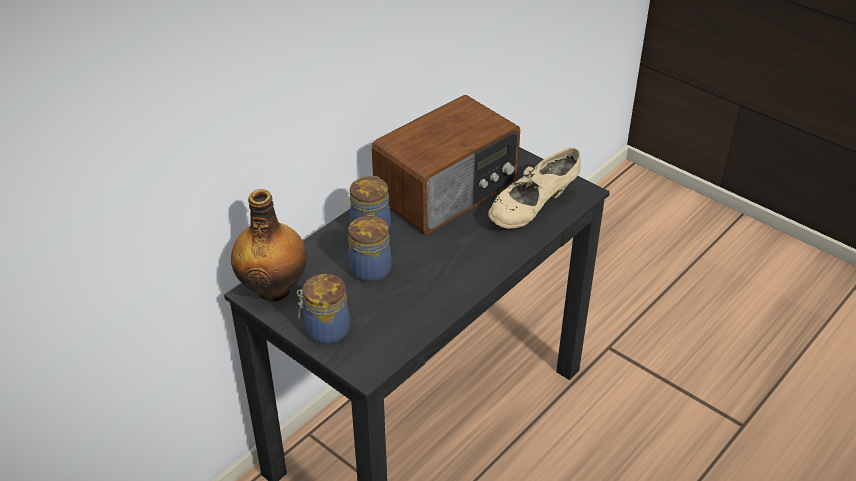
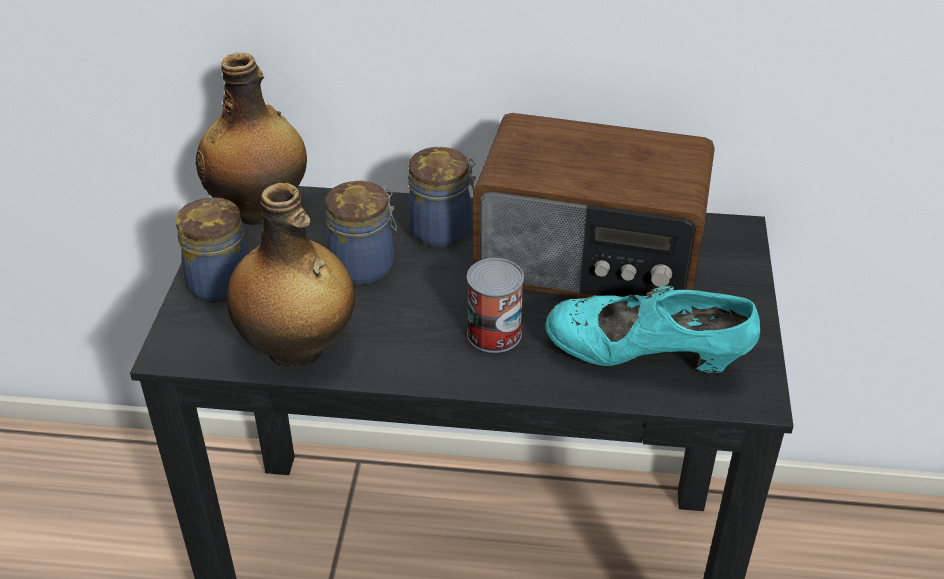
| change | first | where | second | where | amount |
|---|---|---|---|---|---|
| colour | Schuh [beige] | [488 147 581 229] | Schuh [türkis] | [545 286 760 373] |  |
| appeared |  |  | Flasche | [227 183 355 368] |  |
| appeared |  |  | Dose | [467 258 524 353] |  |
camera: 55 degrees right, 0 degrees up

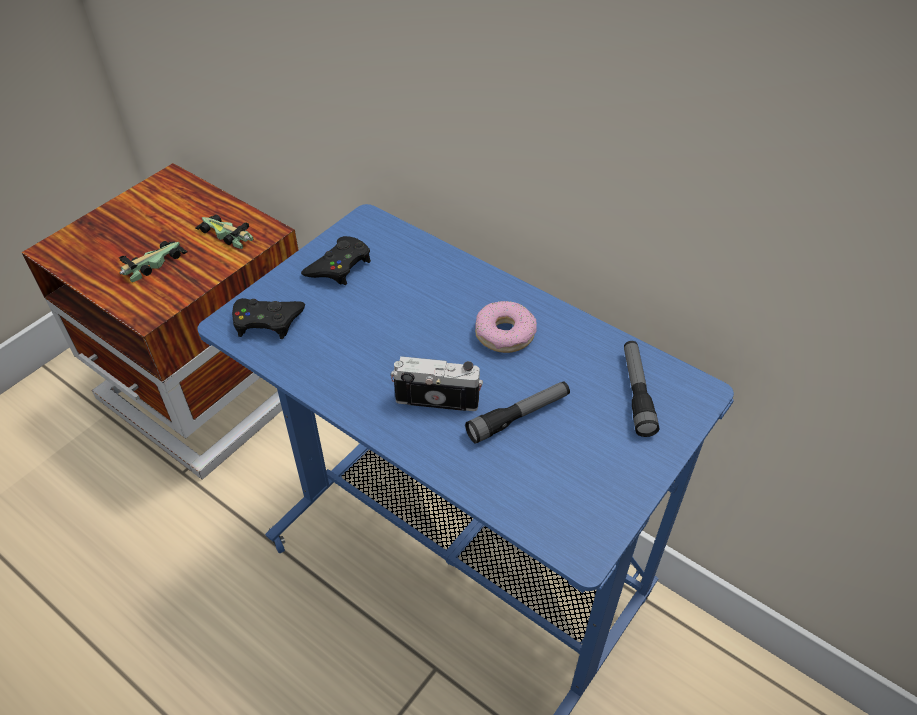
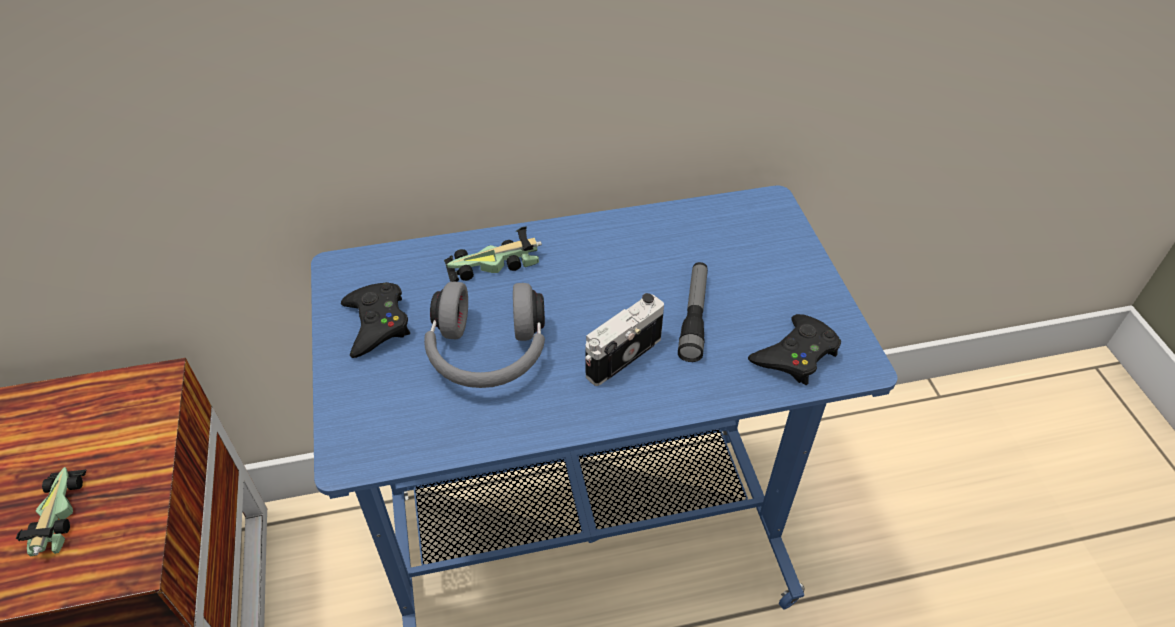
| change | first | where | second | where | amount |
|---|---|---|---|---|---|
| relocated | Spielzeugauto | [195 214 254 249] |  | [444 226 542 282] |  |
| relocated | Gamepad [schwarz] | [232 298 305 339] |  | [748 314 841 385] |  |
| missing | Donut | [475 301 537 353] |  |  |  |
| missing | Taschenlampe | [624 341 659 437] |  |  |  |
| appeared |  |  | Kopfhörer [grau] | [424 282 545 388] |  |
camera: 50 degrees left, 0 degrees up

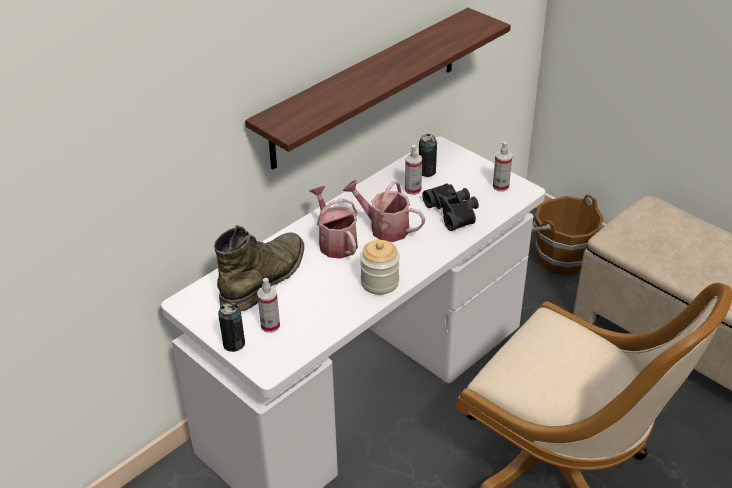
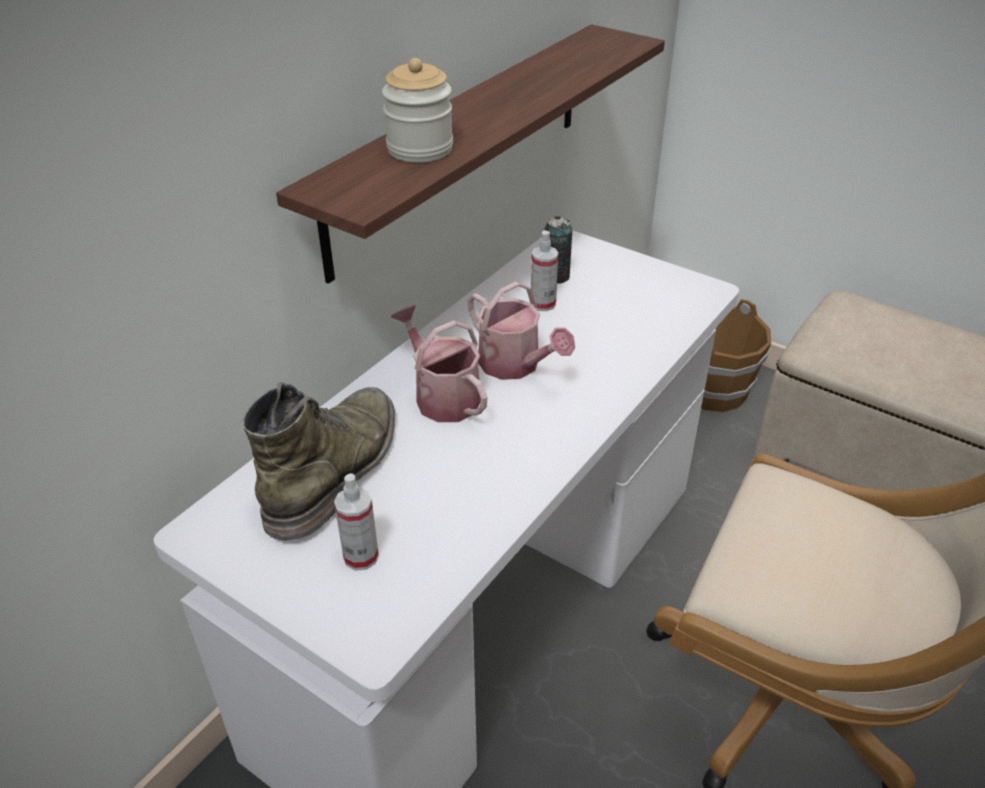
| change | first | where | second | where | amount |
|---|---|---|---|---|---|
| missing | Sprühflasche | [493 141 512 191] |  |  |  |
| spun | Gießkanne | [343 180 425 242] |  | [467 281 575 380] | 150 degrees counterclockwise |
| missing | Fernglas [schwarz] | [422 183 479 231] |  |  |  |
| relocated | Vorratsglas | [360 240 400 295] |  | [382 58 453 163] |  |
| missing | Dose | [218 302 245 352] |  |  |  |
camera: 10 degrees left, 0 degrees up

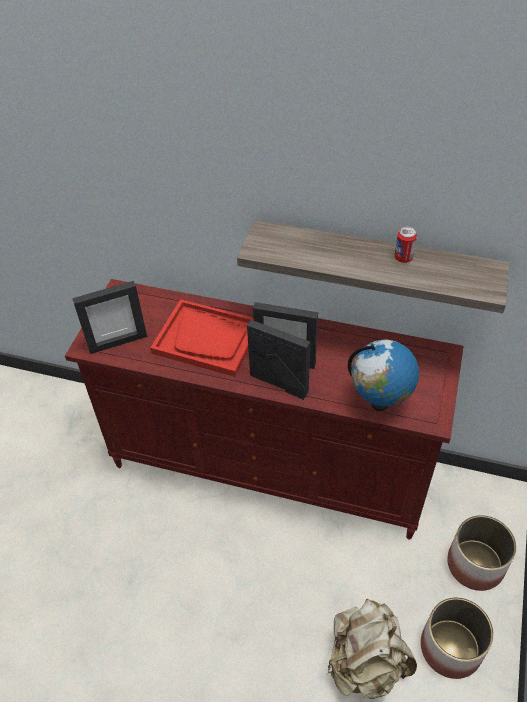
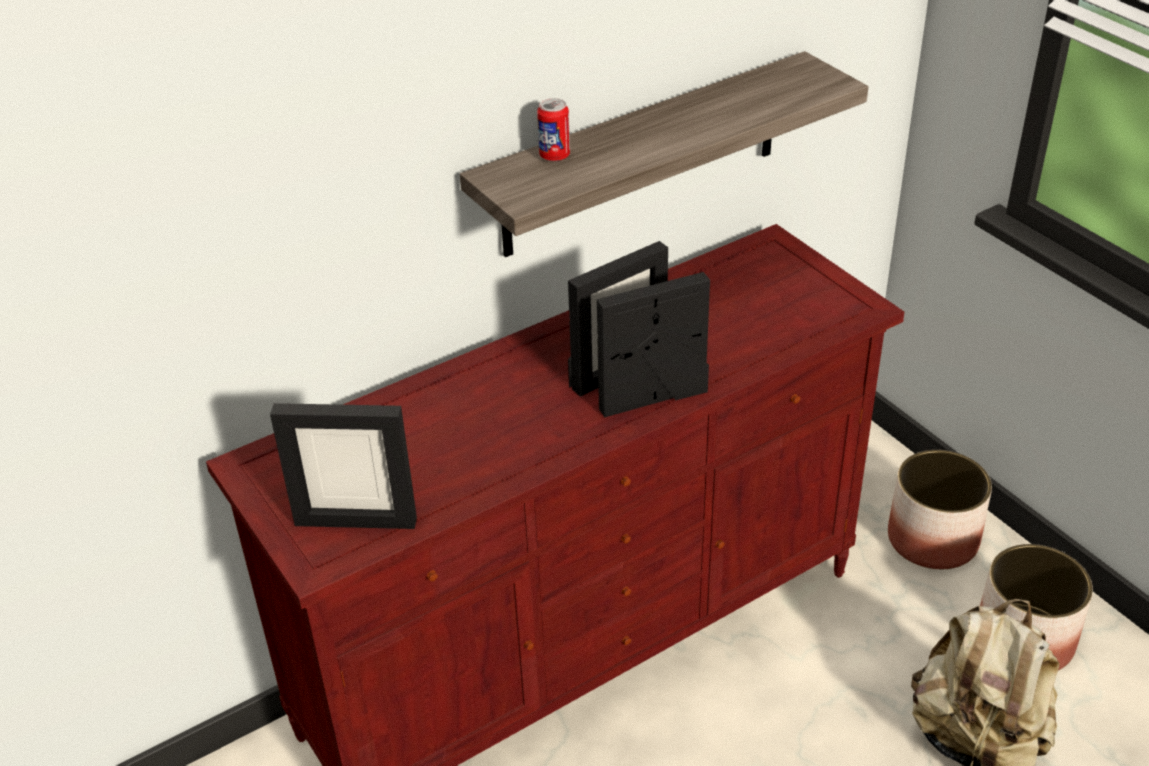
| change | first | where | second | where | amount |
|---|---|---|---|---|---|
| relocated | Dose | [395 227 417 263] |  | [537 98 570 162] |  |
| spun | Bilderrahmen | [72 281 147 354] |  | [270 403 417 529] | 75 degrees clockwise |
| missing | Tablett [rot] | [150 299 253 377] |  |  |  |
| missing | Globus | [348 340 419 411] |  |  |  |
camera: 50 degrees left, 10 degrees down

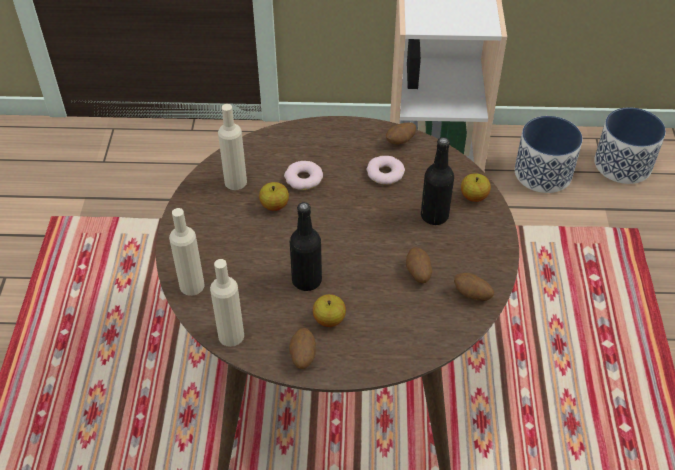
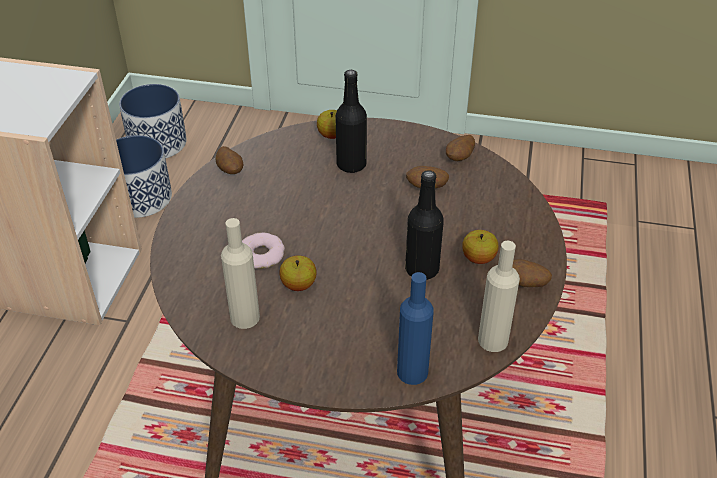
| change | first | where | second | where | amount |
|---|---|---|---|---|---|
| missing | Donut | [366 156 405 185] |  |  |  |
| colour | Flasche [beige] | [169 208 205 296] | Flasche [blau] | [397 272 434 385] |  |
camera: 80 degrees left, 5 degrees down

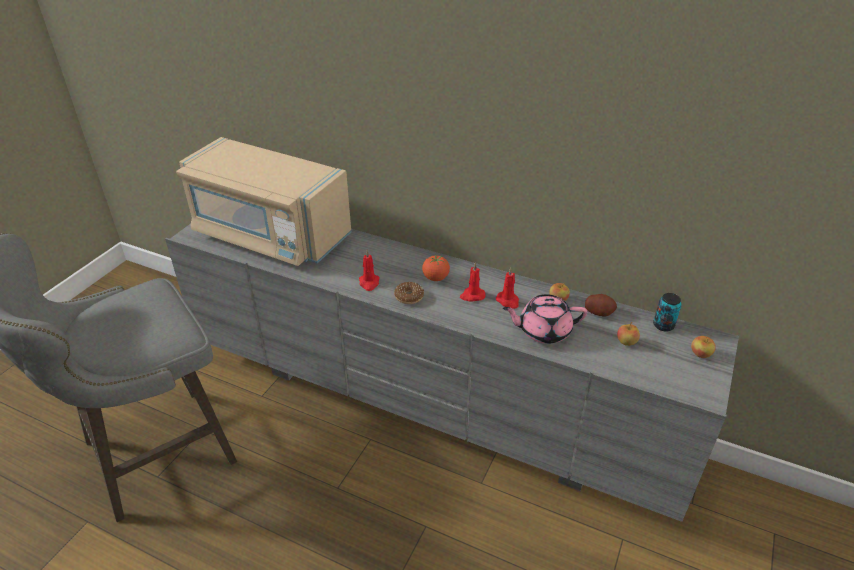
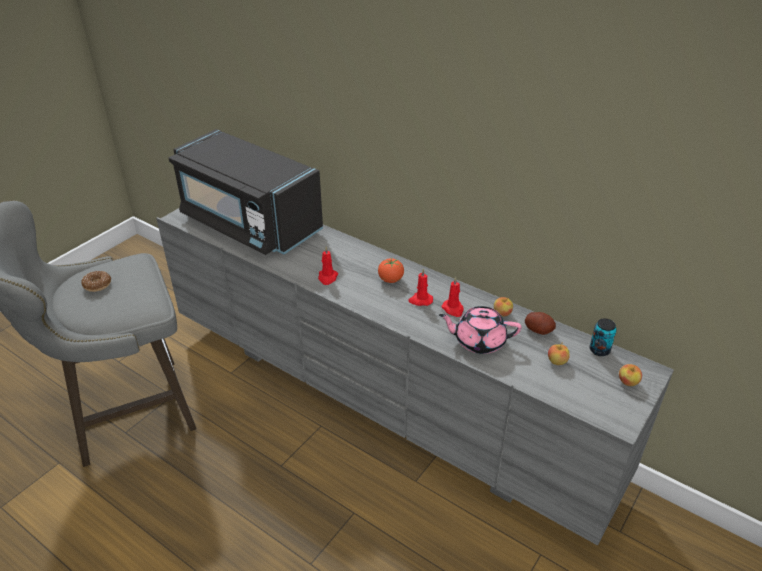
| change | first | where | second | where | amount |
|---|---|---|---|---|---|
| colour | Mikrowelle [beige] | [176 137 351 266] | Mikrowelle [schwarz] | [169 129 323 255] |  |
| relocated | Donut | [394 282 424 304] |  | [81 271 111 292] |  |
camera: 10 degrees right, 0 degrees up

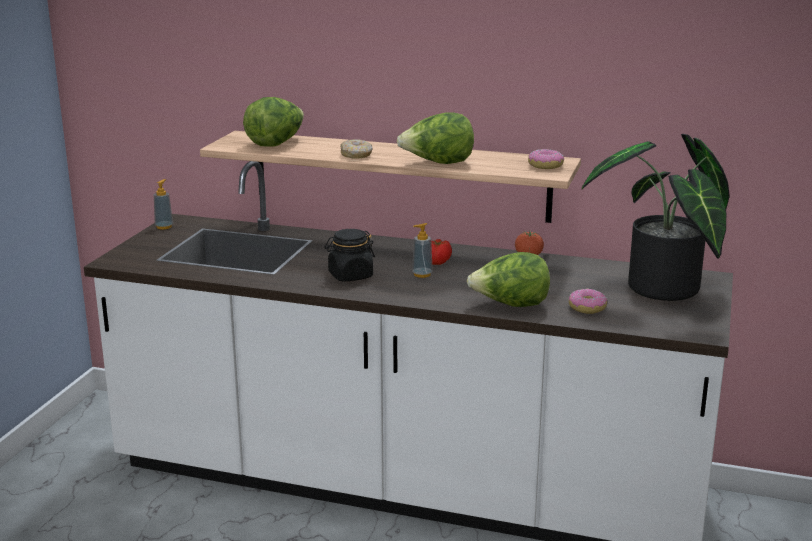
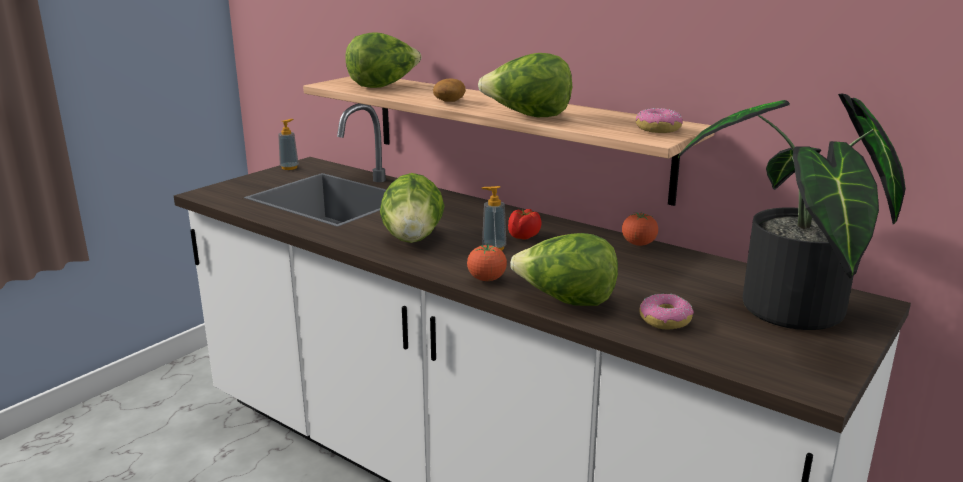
| change | first | where | second | where | amount |
|---|---|---|---|---|---|
| exchanged | Donut | [340 139 373 159] | Kartoffel | [433 78 466 102] |  |
| exchanged | Vorratsglas [schwarz] | [325 229 375 282] | Salatkopf | [380 173 444 243] |  |
| appeared |  |  | Tomate | [467 244 507 281] |  |
camera: 20 degrees right, 0 degrees up

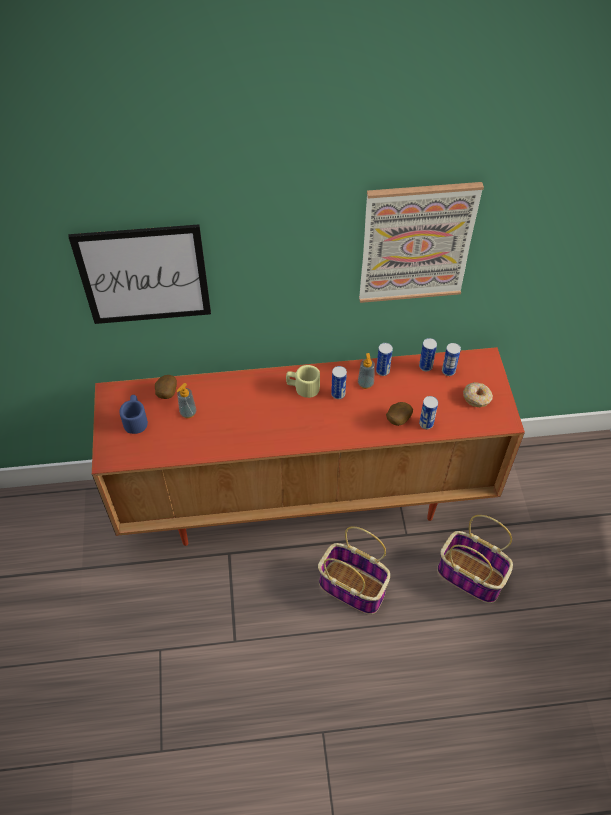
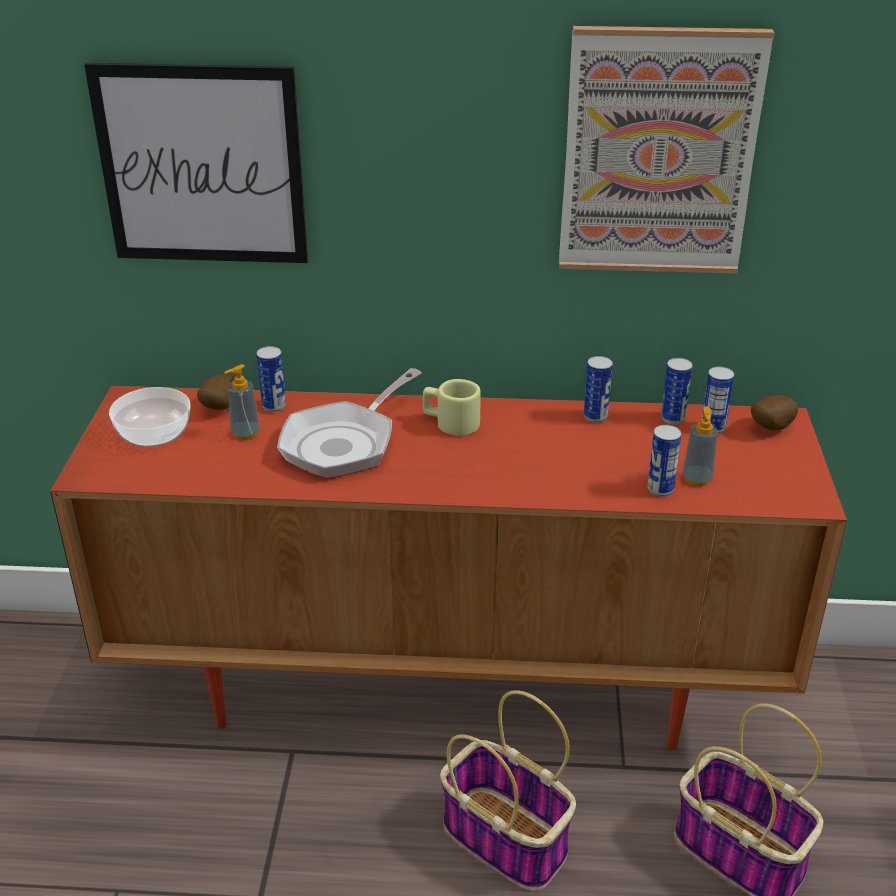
| change | first | where | second | where | amount |
|---|---|---|---|---|---|
| relocated | Seifenspender | [358 353 375 389] |  | [682 406 718 486] |  |
| relocated | Dose | [331 366 347 399] |  | [257 346 286 412] |  |
| missing | Donut | [463 382 493 407] |  |  |  |
| exchanged | Henkelbecher [blau] | [119 395 148 434] | Schüssel | [109 387 190 447] |  |
| relocated | Kartoffel | [386 402 413 426] |  | [751 395 798 430] |  |
| appeared |  |  | Pfanne | [277 368 422 478] |  |
camera: 10 degrees right, 20 degrees down

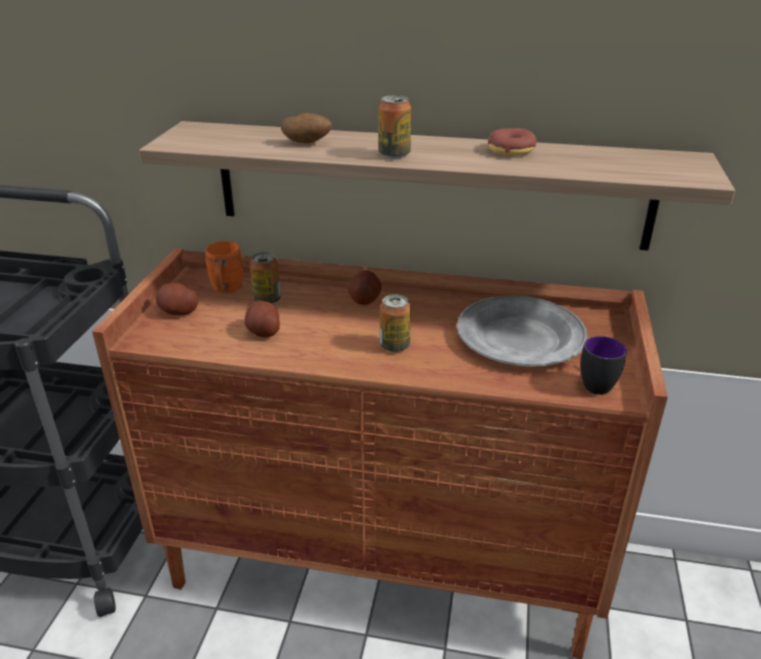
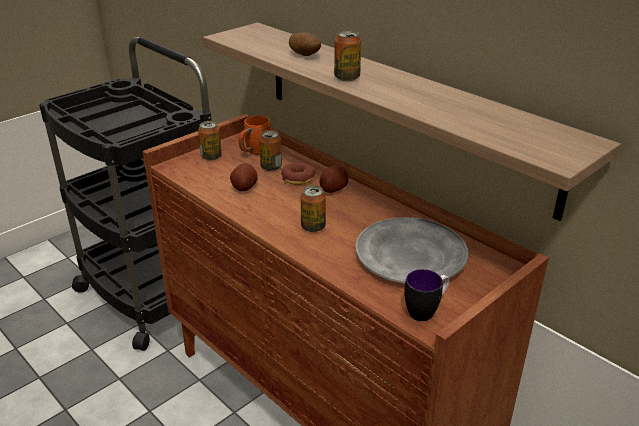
| change | first | where | second | where | amount |
|---|---|---|---|---|---|
| relocated | Donut | [488 128 537 156] |  | [281 162 315 185] |  |
| exchanged | Kartoffel | [156 283 198 316] | Dose | [198 121 222 161] |  |
camera: 35 degrees right, 0 degrees up

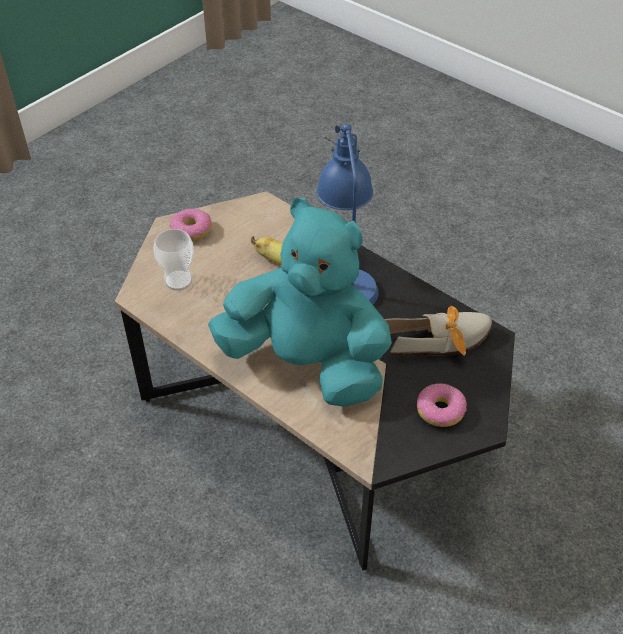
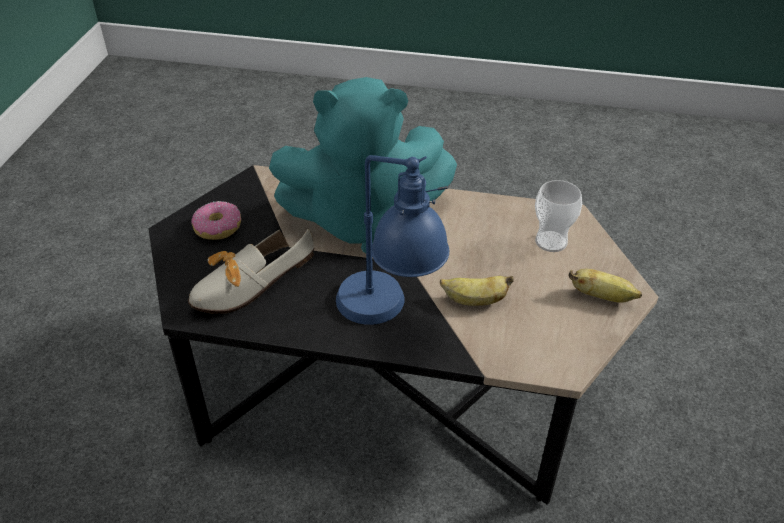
| change | first | where | second | where | amount |
|---|---|---|---|---|---|
| exchanged | Donut | [169 209 212 241] | Banane | [569 269 642 303] |  |
camera: 150 degrees right, 5 degrees down

